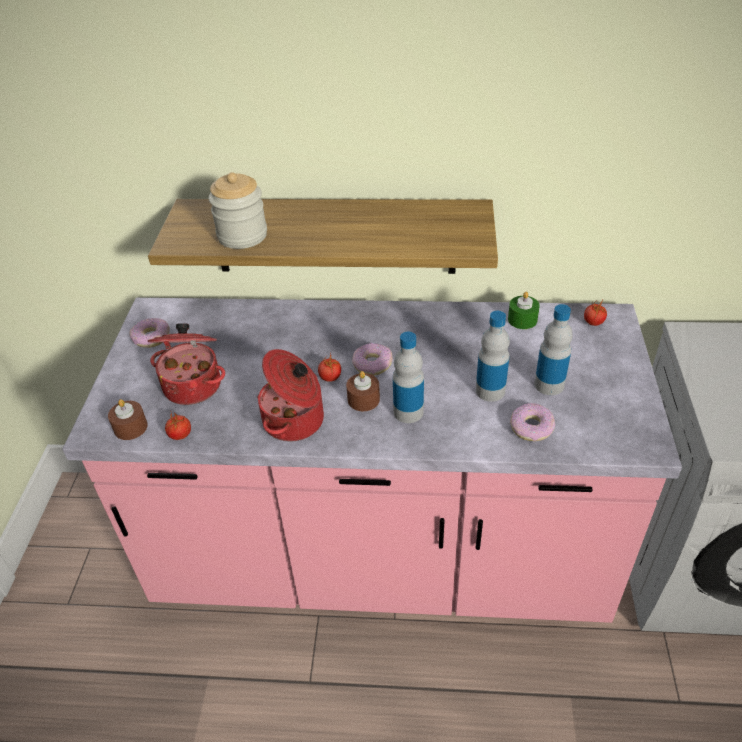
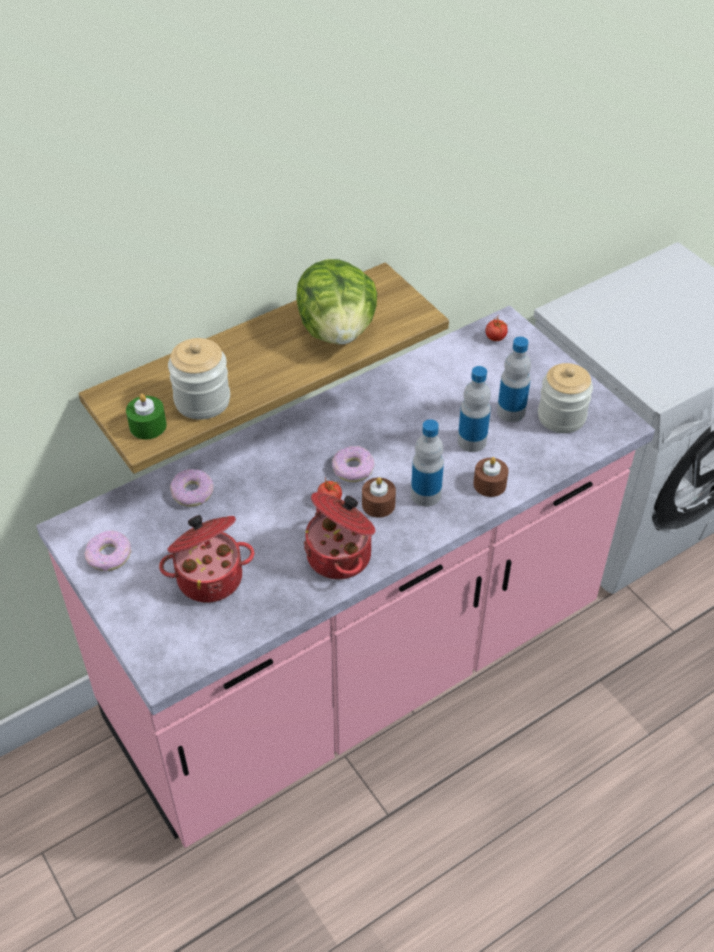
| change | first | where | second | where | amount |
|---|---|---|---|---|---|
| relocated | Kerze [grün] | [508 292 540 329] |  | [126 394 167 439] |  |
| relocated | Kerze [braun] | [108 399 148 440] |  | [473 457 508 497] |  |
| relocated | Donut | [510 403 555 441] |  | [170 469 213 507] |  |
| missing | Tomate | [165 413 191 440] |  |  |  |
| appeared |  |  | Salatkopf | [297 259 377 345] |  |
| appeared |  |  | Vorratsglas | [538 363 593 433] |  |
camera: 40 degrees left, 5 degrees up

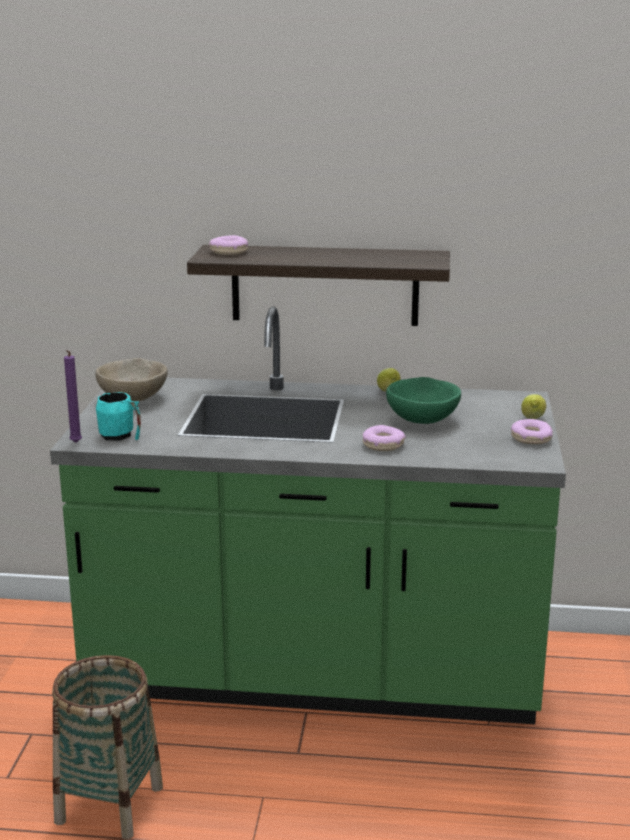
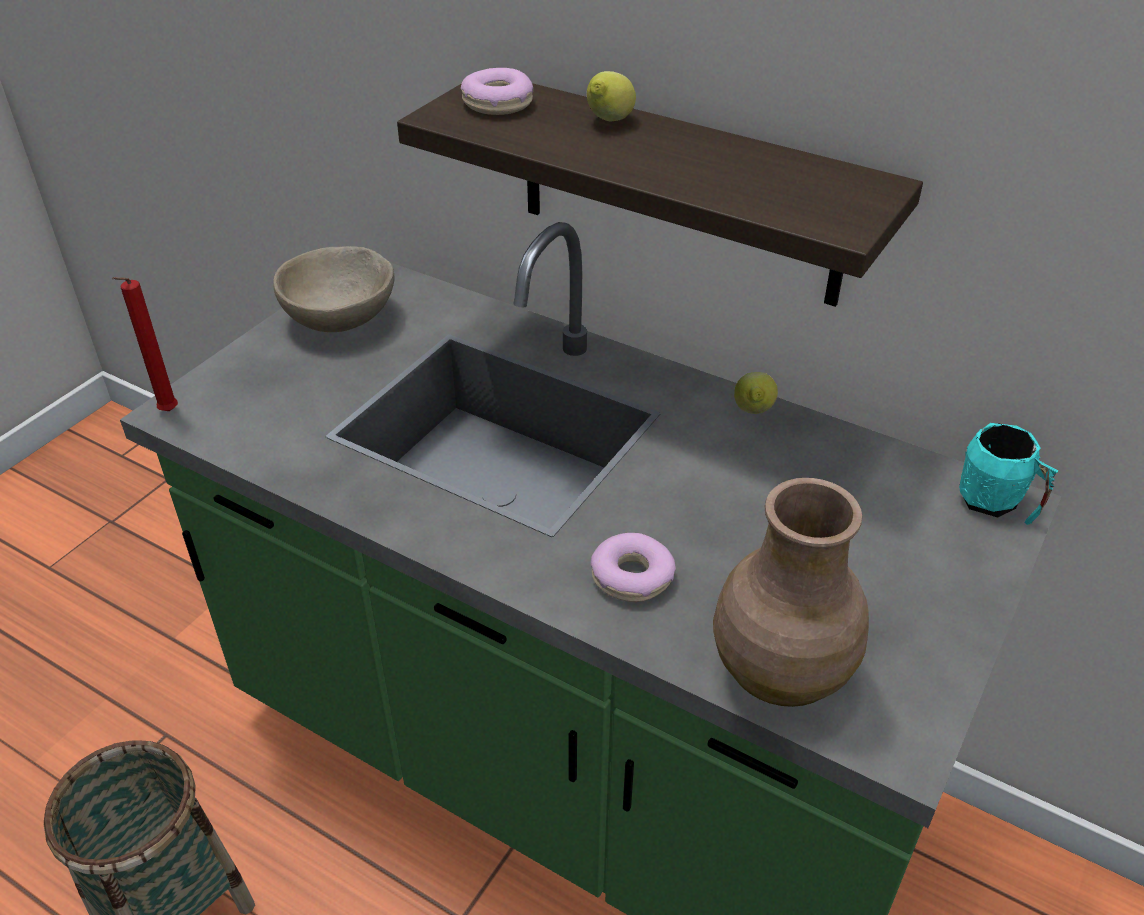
| change | first | where | second | where | amount |
|---|---|---|---|---|---|
| colour | Kerze [lila] | [64 350 82 443] | Kerze [rot] | [112 277 178 411] |  |
| missing | Schüssel [grün] | [386 377 461 424] |  |  |  |
| relocated | Henkelbecher [türkis] | [96 392 141 440] |  | [959 423 1059 525] |  |
| relocated | Zitrone | [521 394 546 419] |  | [587 71 636 121] |  |
| missing | Donut | [511 419 553 444] |  |  |  |
| appeared |  |  | Vase [braun] | [713 478 869 707] |  |
camera: 25 degrees right, 20 degrees up

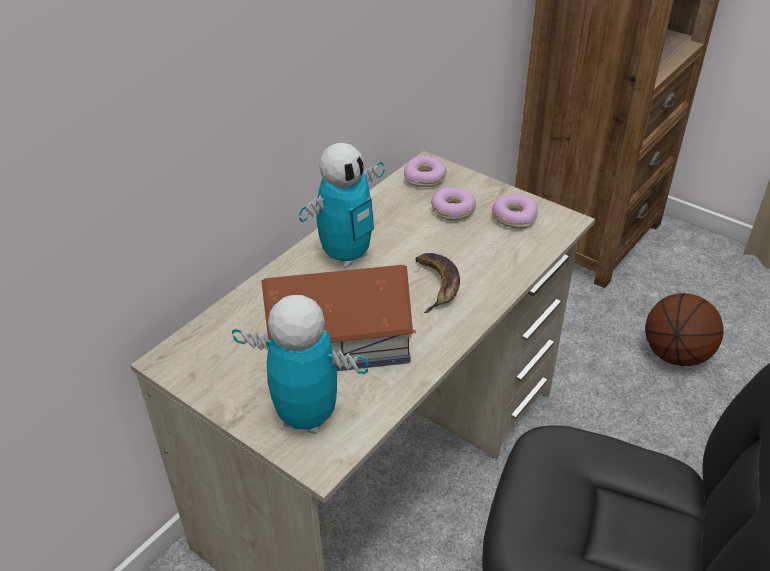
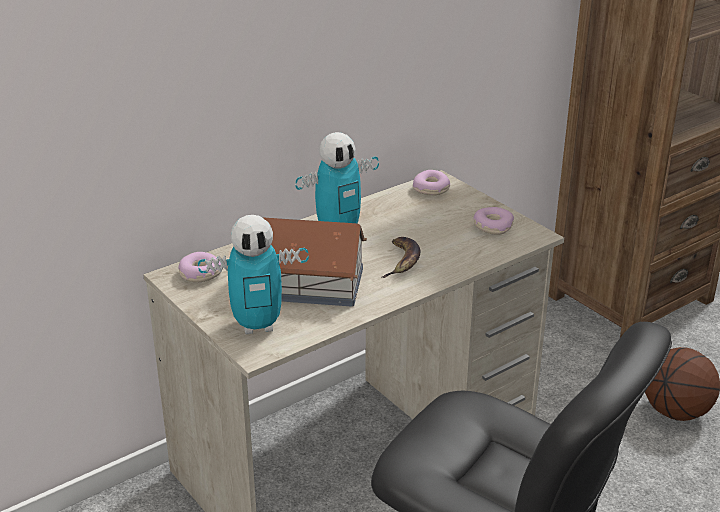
| change | first | where | second | where | amount |
|---|---|---|---|---|---|
| relocated | Donut | [431 187 476 221] |  | [178 252 221 282] |  |
| spun | Spielzeugroboter | [232 295 369 434] |  | [198 215 309 334] | 135 degrees clockwise |
camera: 15 degrees right, 10 degrees down

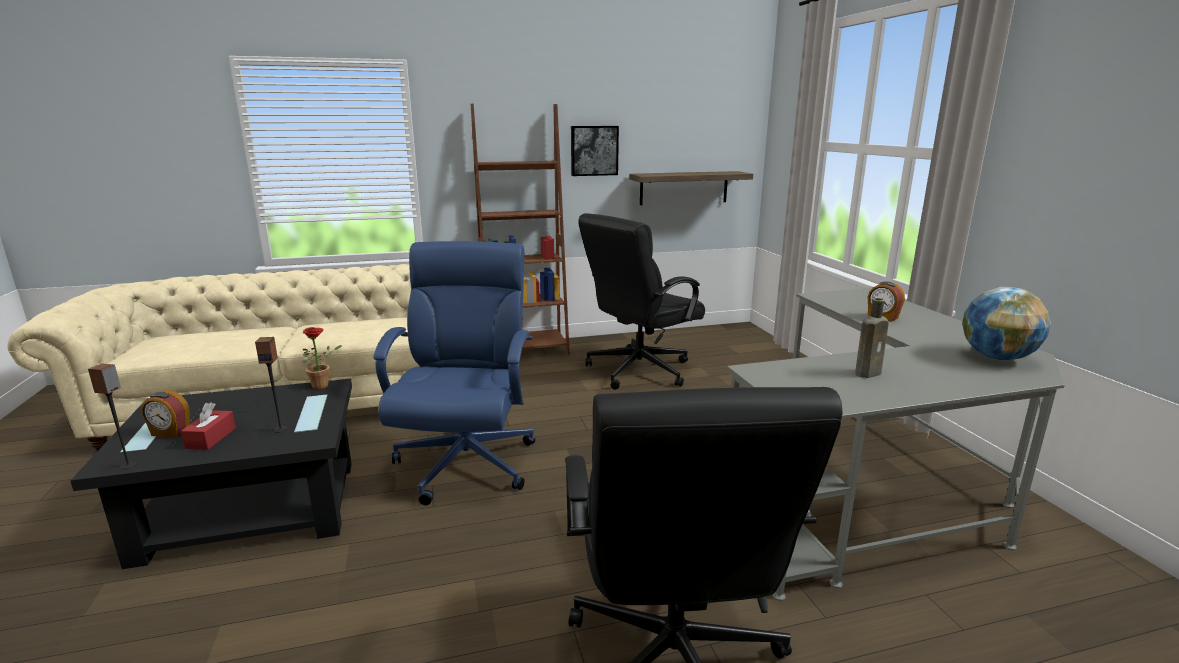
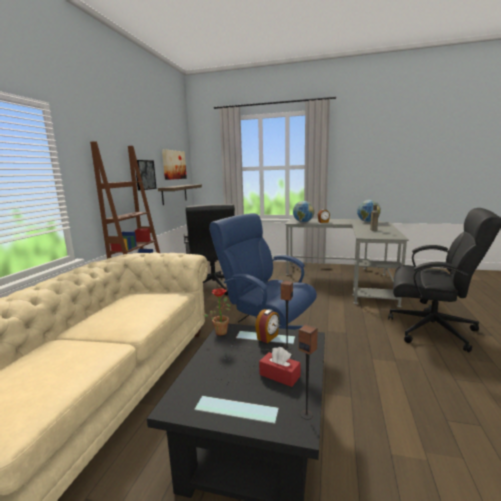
| change | first | where | second | where | amount |
|---|---|---|---|---|---|
| relocated | Wecker | [141 390 190 438] |  | [255 309 280 343] |  |
| appeared |  |  | Bild | [162 149 187 180] |  |
| appeared |  |  | Globus | [293 201 314 222] |  |
camera: 60 degrees left, 5 degrees down

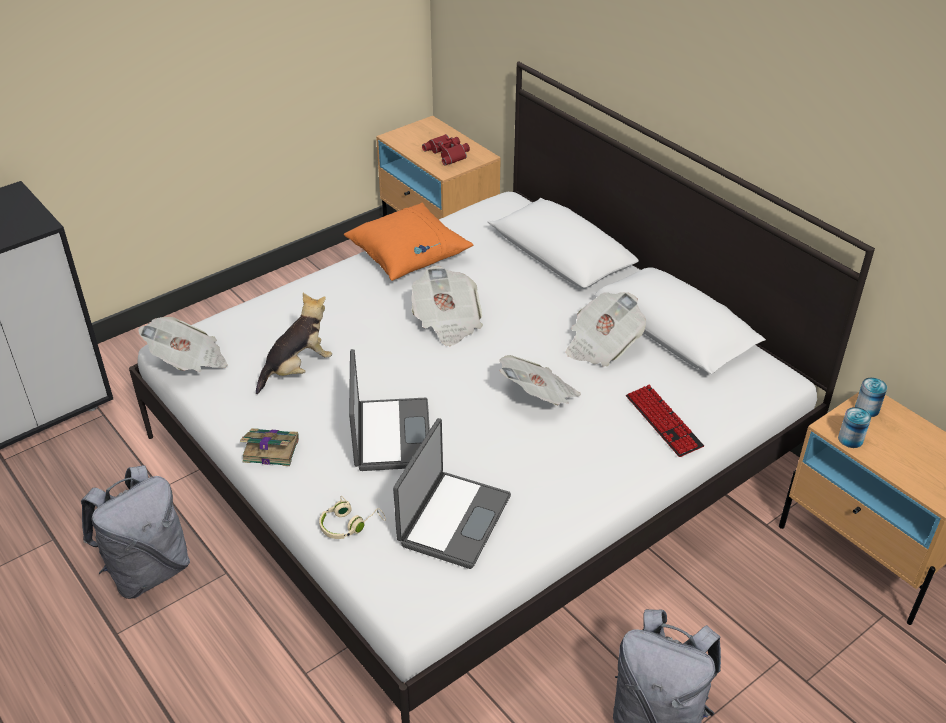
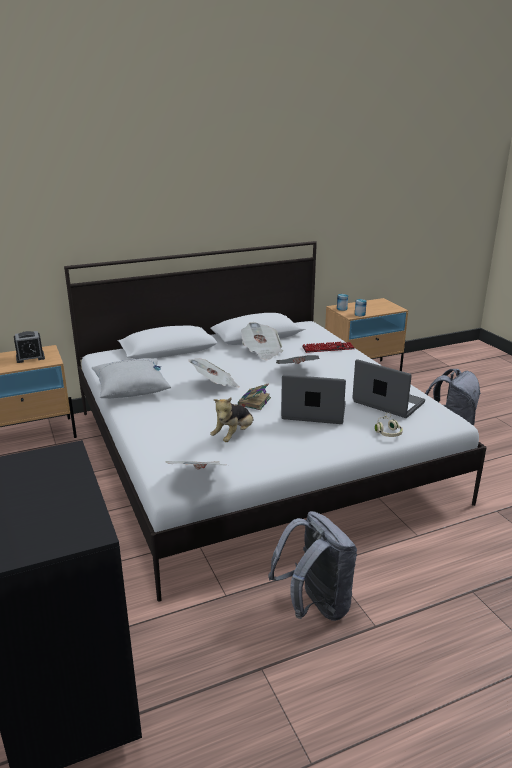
| change | first | where | second | where | amount |
|---|---|---|---|---|---|
| exchanged | Fernglas [rot] | [422 134 470 166] | Wecker | [14 331 45 363] |  |
| colour | Kissen [orange] | [344 202 473 281] | Kissen [grau] | [92 358 171 398] |  |
| spun | Plüschtier | [256 293 332 394] |  | [210 397 254 442] | 120 degrees counterclockwise |
| relocated | Buch | [240 428 299 466] |  | [238 383 271 410] |  |
camera: 75 degrees left, 15 degrees down

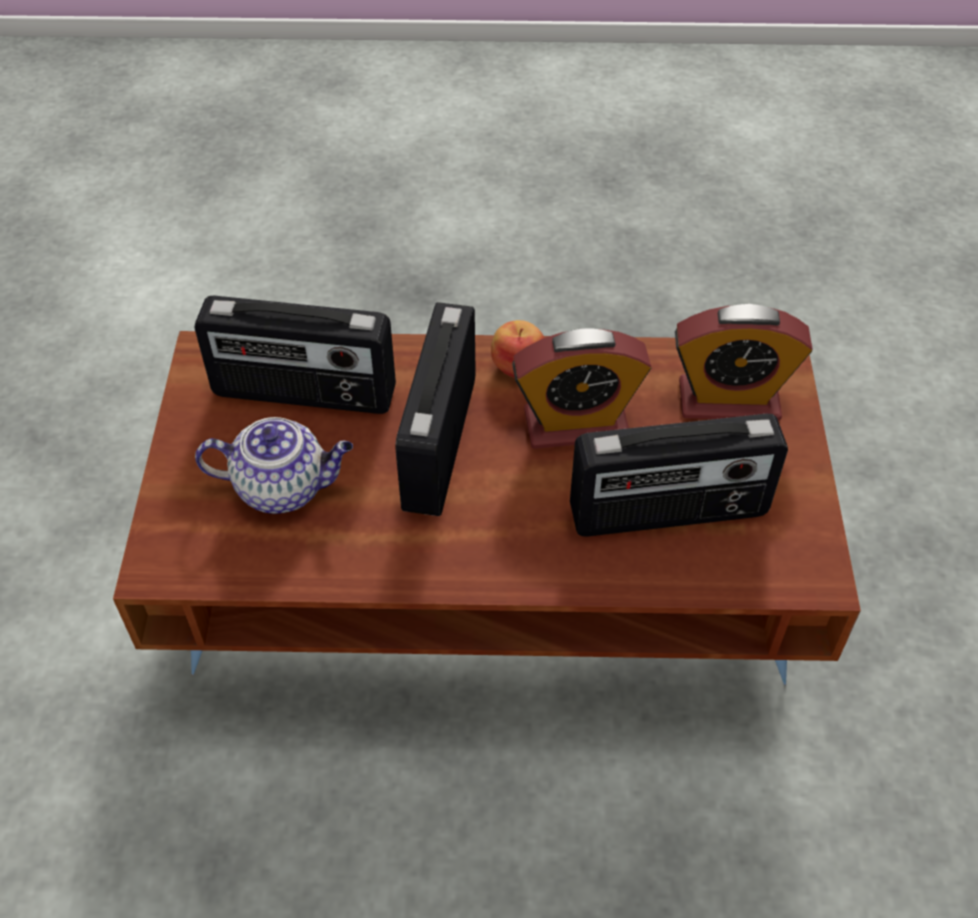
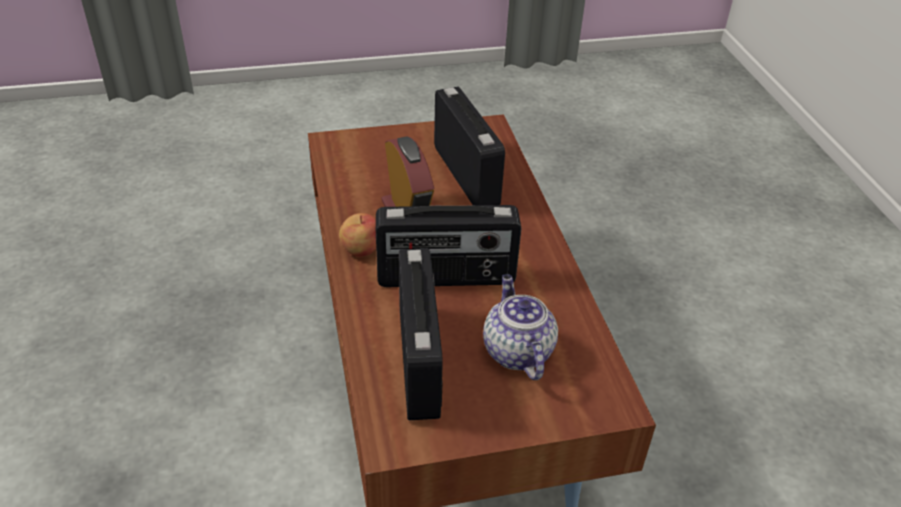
| change | first | where | second | where | amount |
|---|---|---|---|---|---|
| missing | Wecker | [675 304 812 421] |  |  |  |
camera: 105 degrees left, 10 degrees down

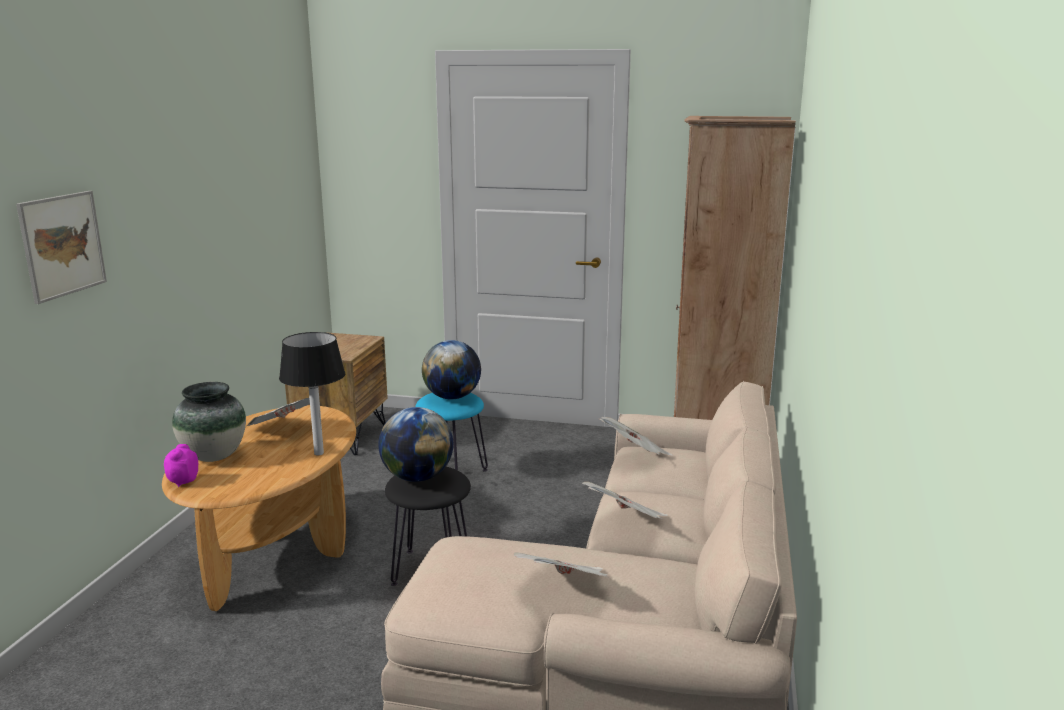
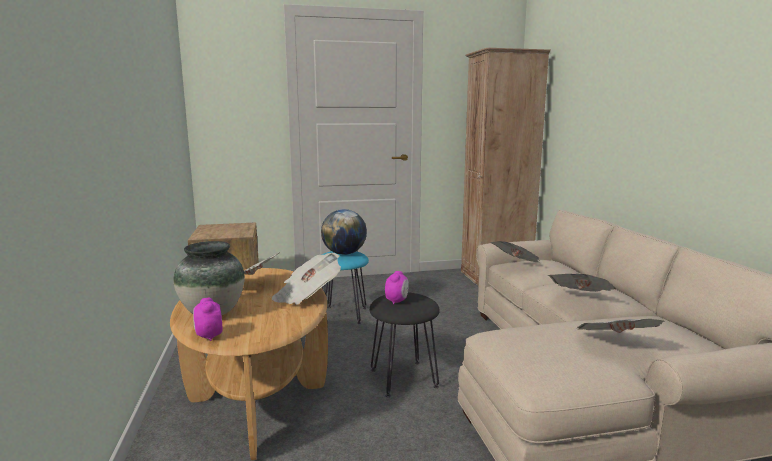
| change | first | where | second | where | amount |
|---|---|---|---|---|---|
| missing | Bild | [16 191 107 304] |  |  |  |
| exchanged | Tischlampe | [279 332 345 456] | Zeitung | [272 253 341 305] |  |
| exchanged | Globus | [378 407 453 482] | Wecker | [385 271 409 304] |  |
camera: 25 degrees left, 5 degrees down

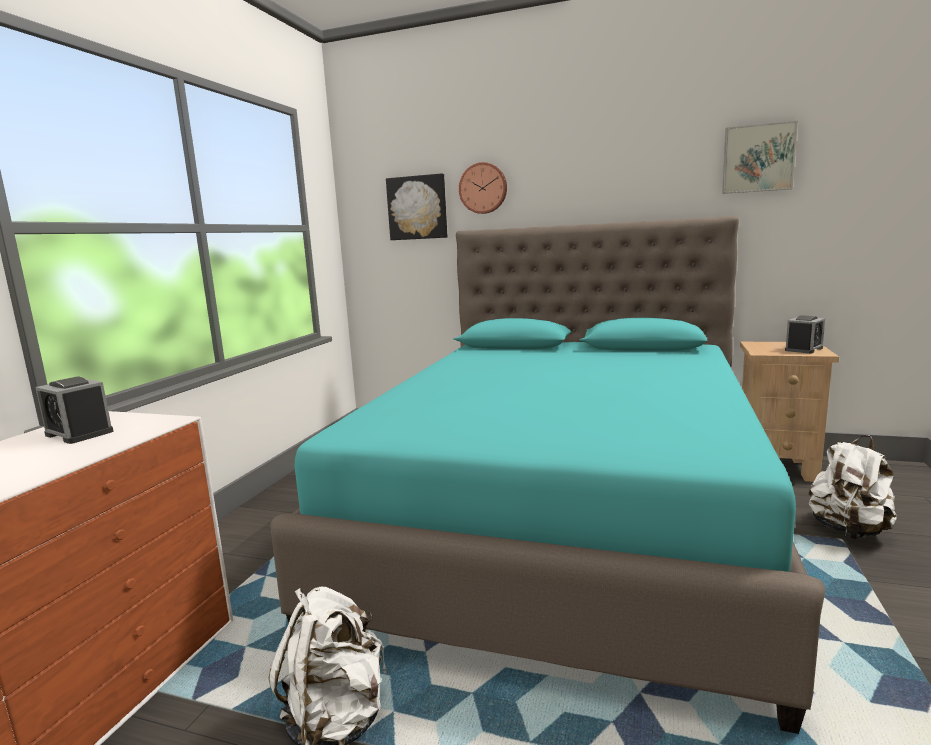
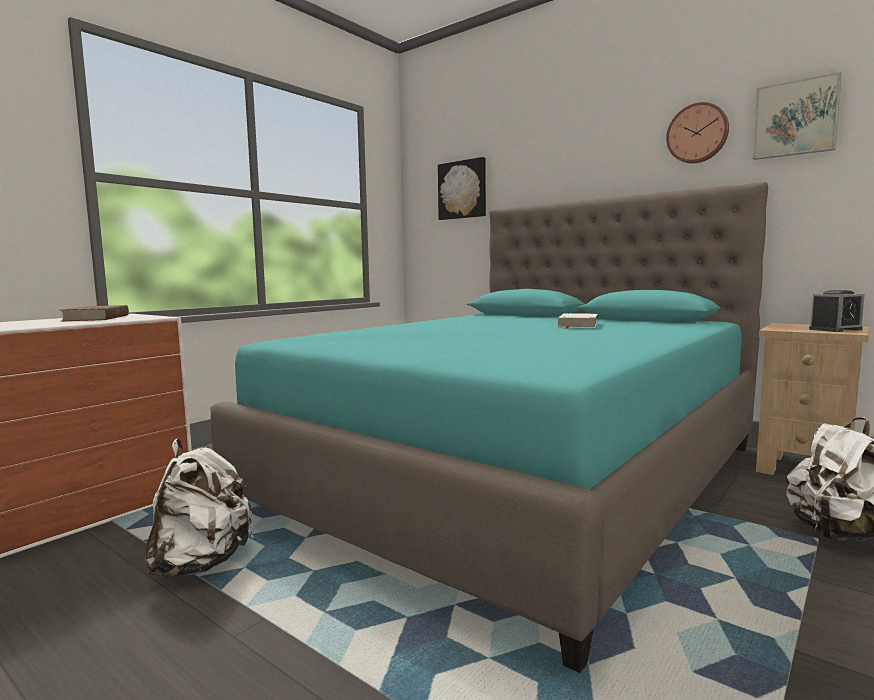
| change | first | where | second | where | amount |
|---|---|---|---|---|---|
| relocated | Wanduhr | [459 162 507 214] |  | [666 102 729 163] |  |
| exchanged | Wecker | [35 376 113 444] | Buch [braun] | [61 305 129 322] |  |
| appeared |  |  | Buch [weiß] | [557 313 597 329] |  |
camera: 20 degrees right, 5 degrees down

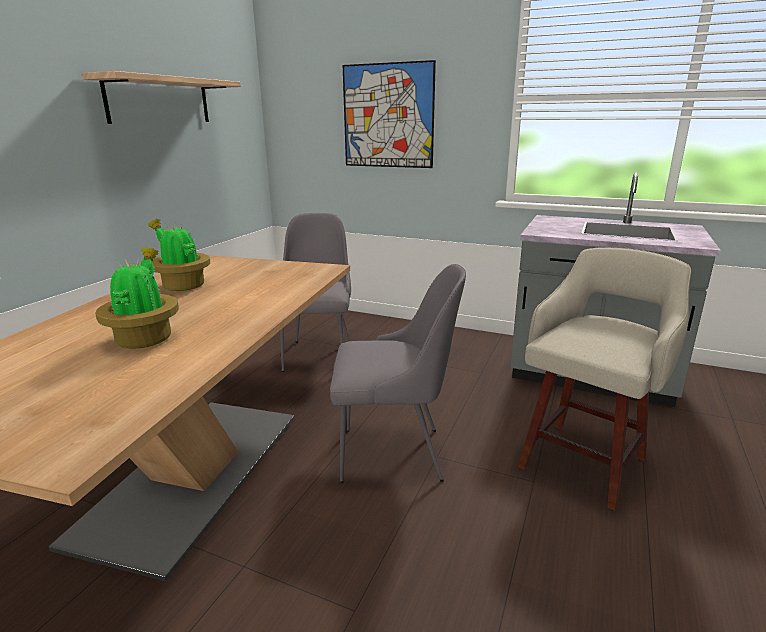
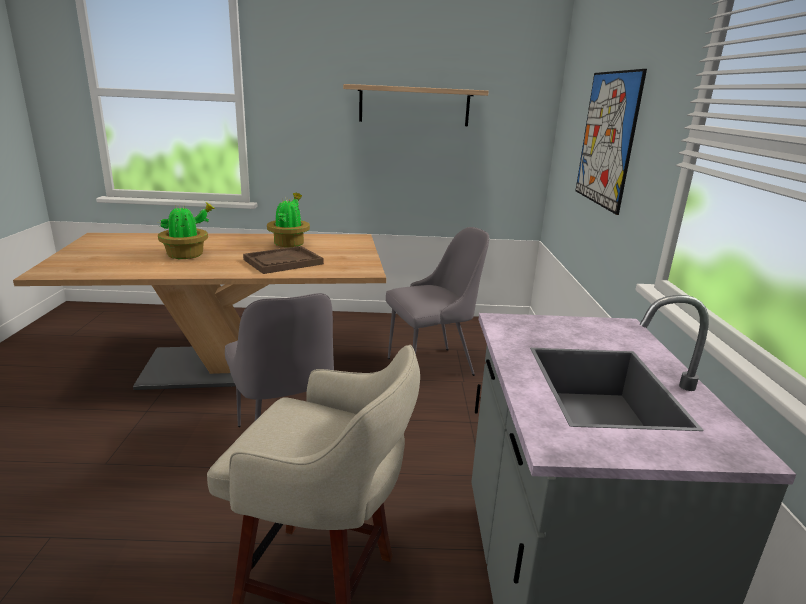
| change | first | where | second | where | amount |
|---|---|---|---|---|---|
| appeared |  |  | Tablett [braun] | [243 246 324 274] |  |
camera: 65 degrees right, 0 degrees up

